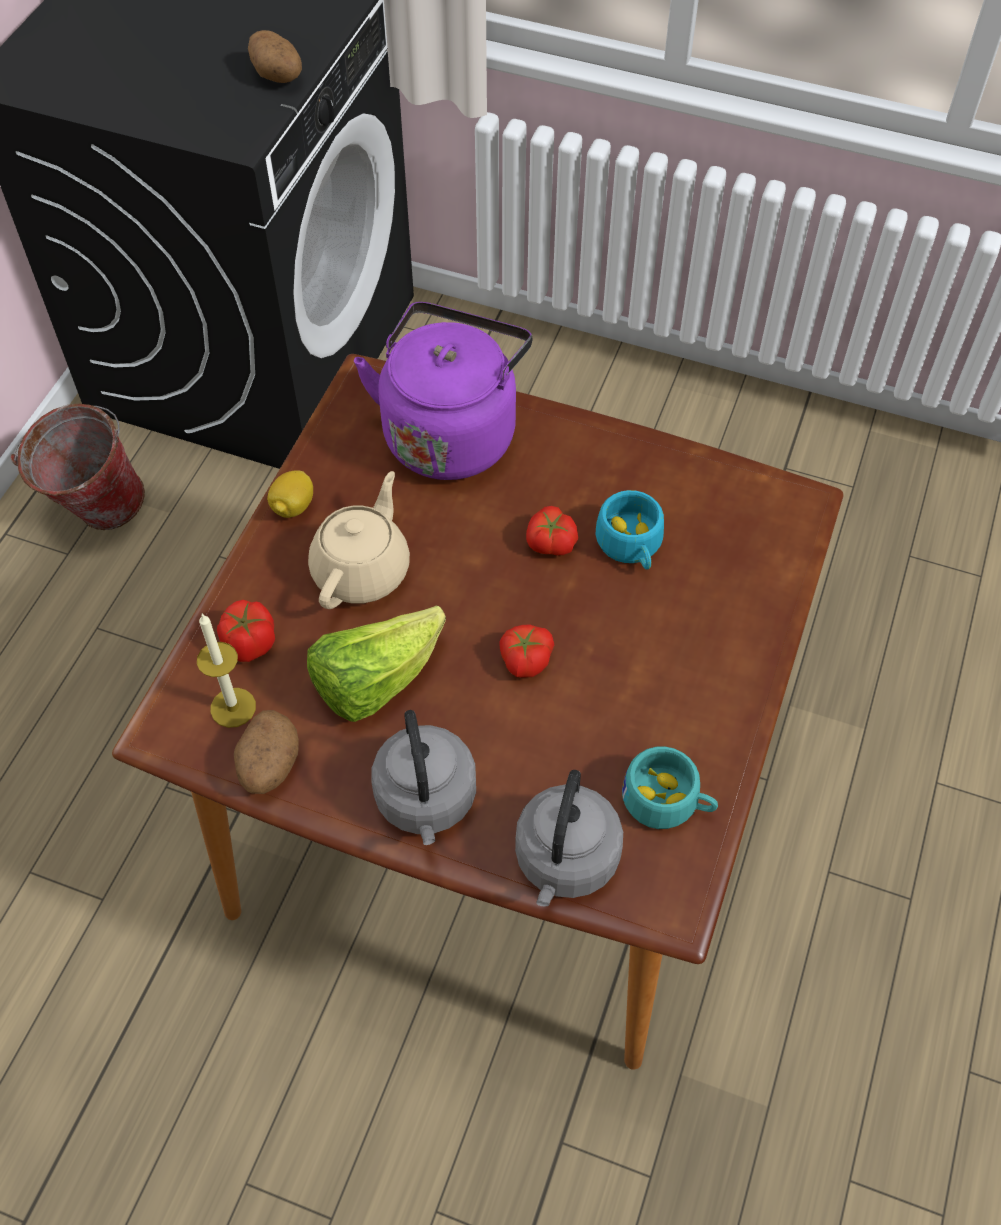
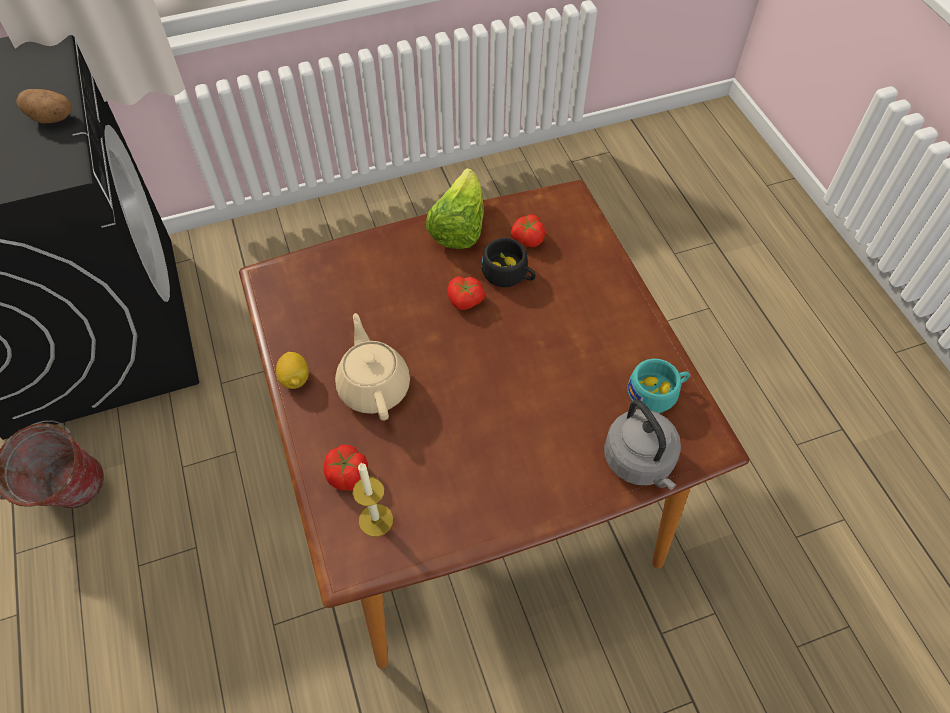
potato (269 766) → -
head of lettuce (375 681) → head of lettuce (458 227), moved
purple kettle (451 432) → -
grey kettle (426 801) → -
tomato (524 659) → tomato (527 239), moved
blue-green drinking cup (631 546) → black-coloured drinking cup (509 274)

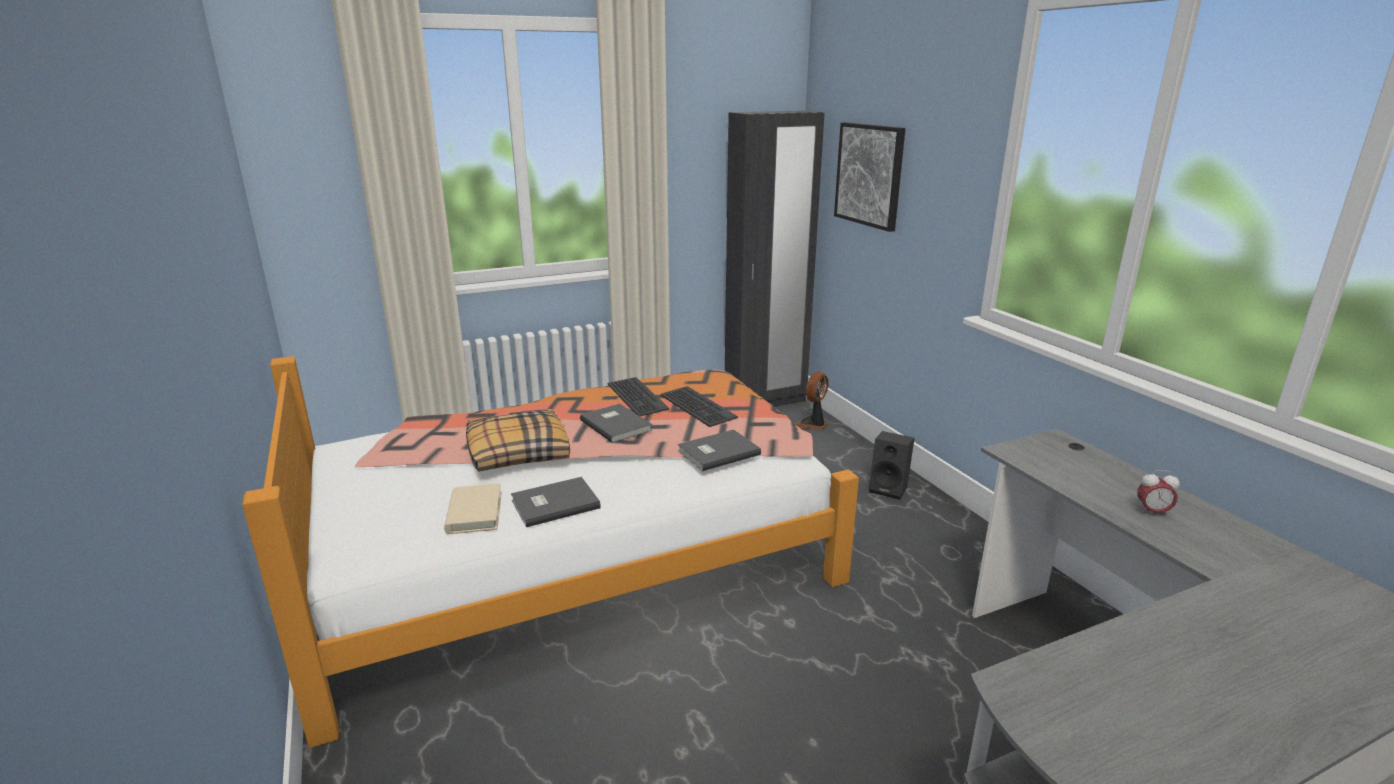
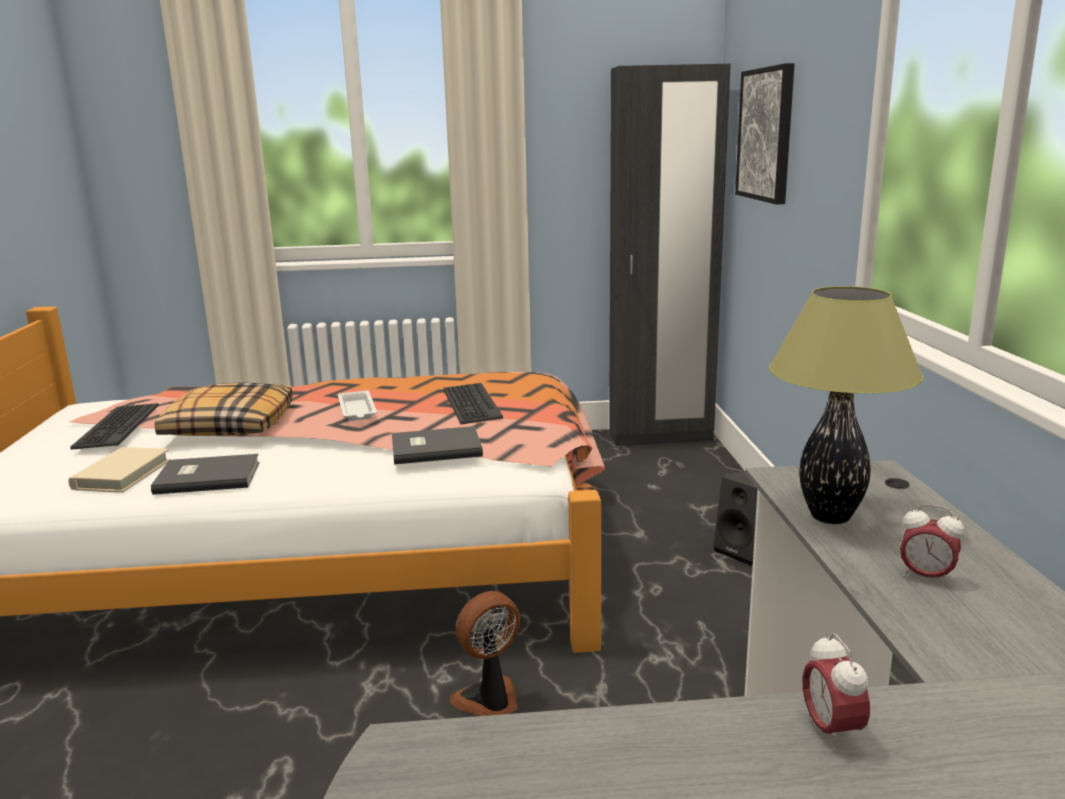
grey book (616 424) → whitish carrying tray (357 410)
keyboard (636 397) → keyboard (116 426), moved
electric fan (813 424) → electric fan (490 701), moved
- → lamp for a table (829 517)
- → alarm clock (831 730)

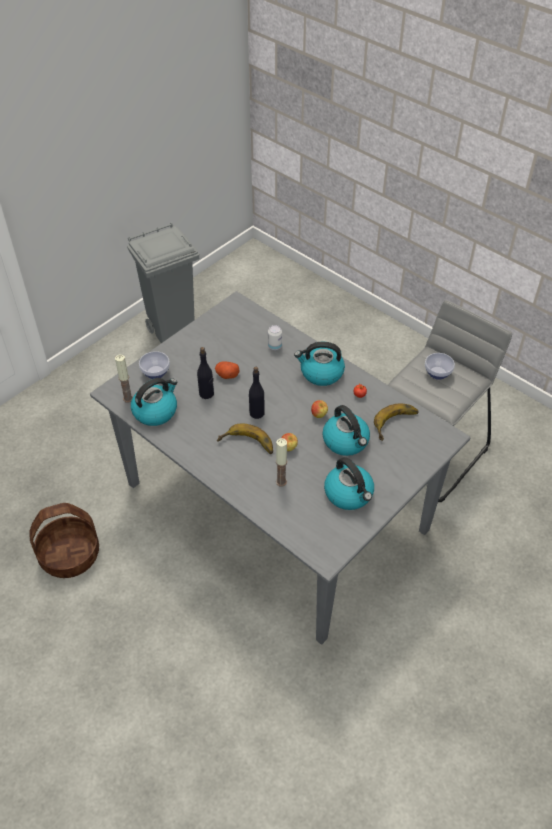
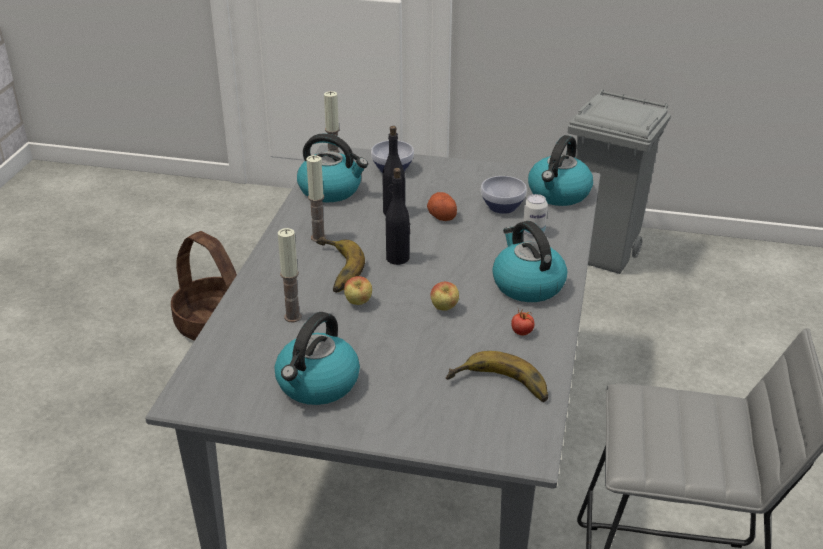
kettle (346 441) → kettle (559 194), moved
serving bowl (436 373) → serving bowl (502 206), moved
- → candle (318 237)

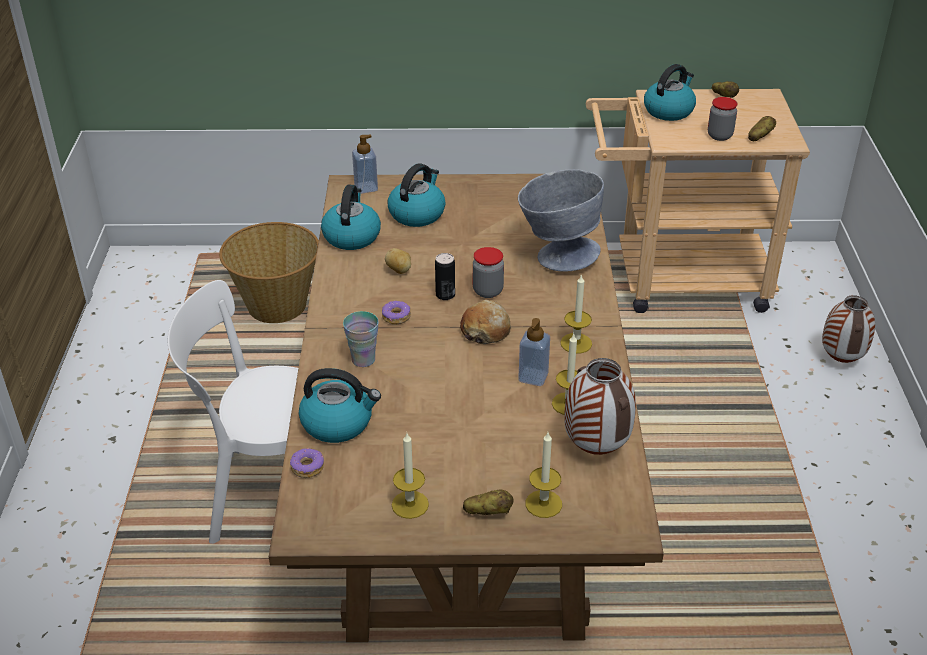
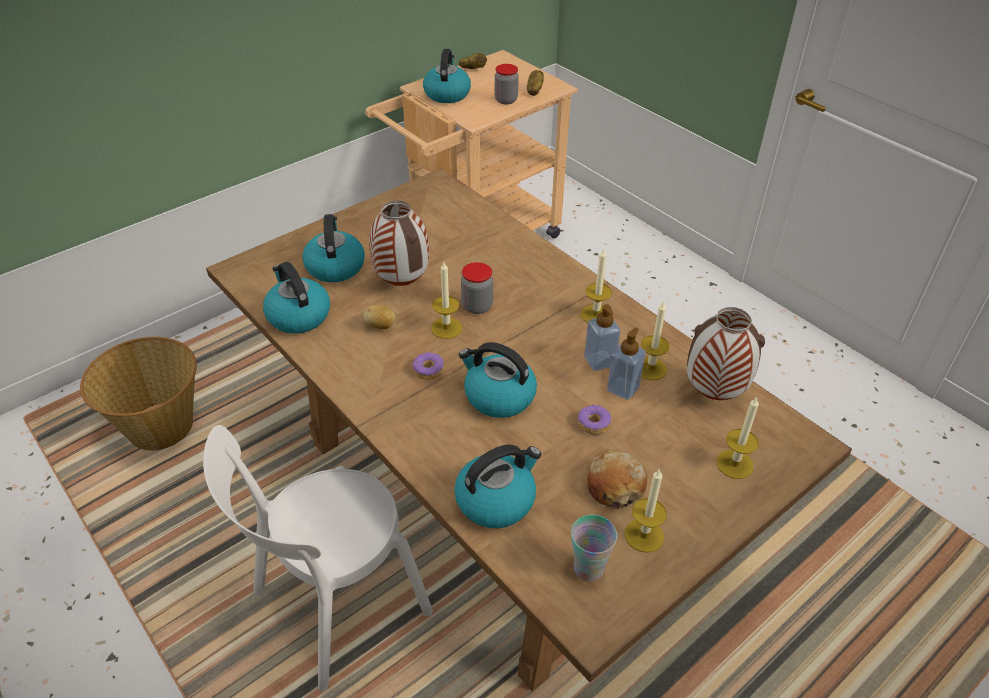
doughnut (307 467) → doughnut (593 424), moved
drinking cup (363 360) → drinking cup (588 568), moved
soap dispenser (366 188) → soap dispenser (623 388), moved
can (445 295) → candle (446 328)
baked bread (486 330) → baked bread (614 485), moved
potato (488 512) → -
grey serving bowl (557 255) → -
flower vase (840 359) → flower vase (401 283), moved
- → kettle (498 396)

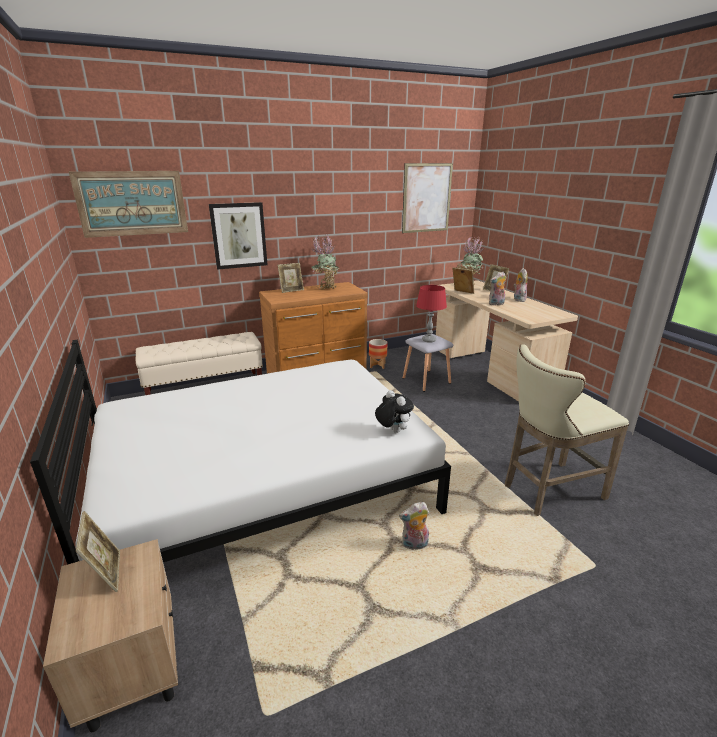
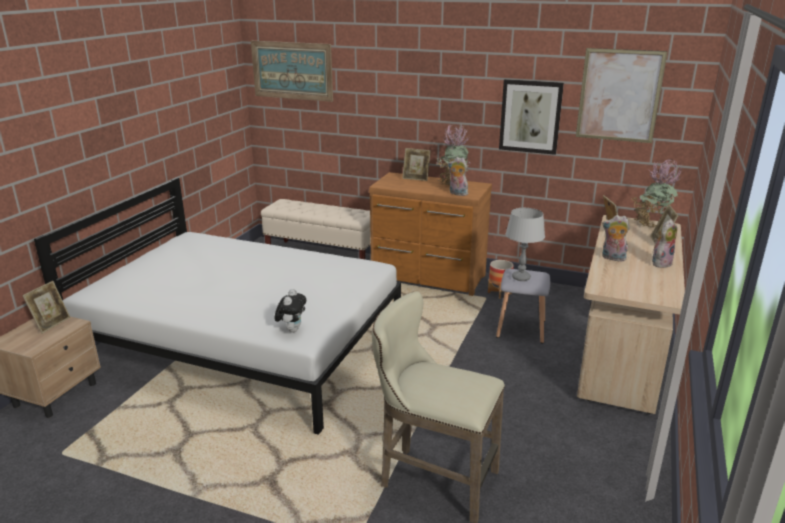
wall art (239 235) → wall art (530 116), moved
cuddly toy (414 545) → cuddly toy (457 193), moved
red-coloured lamp for a table (429 340) → grey lamp for a table (521 278)

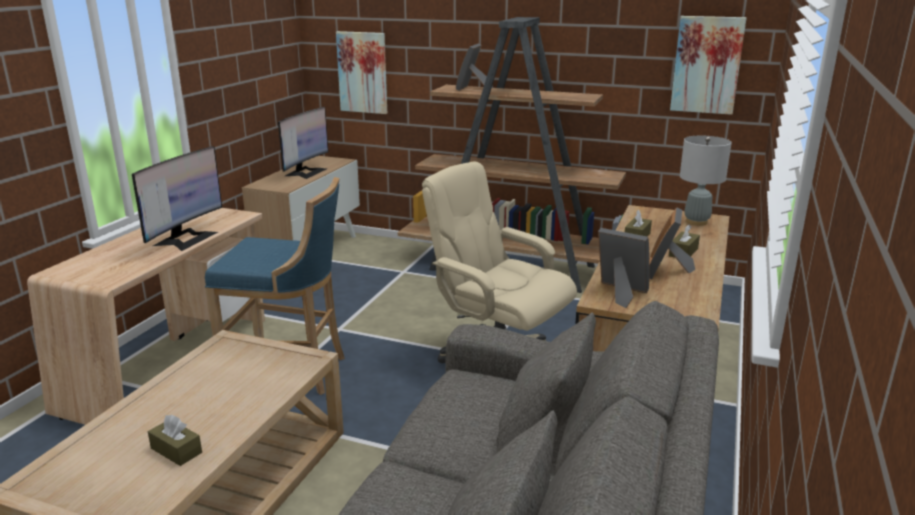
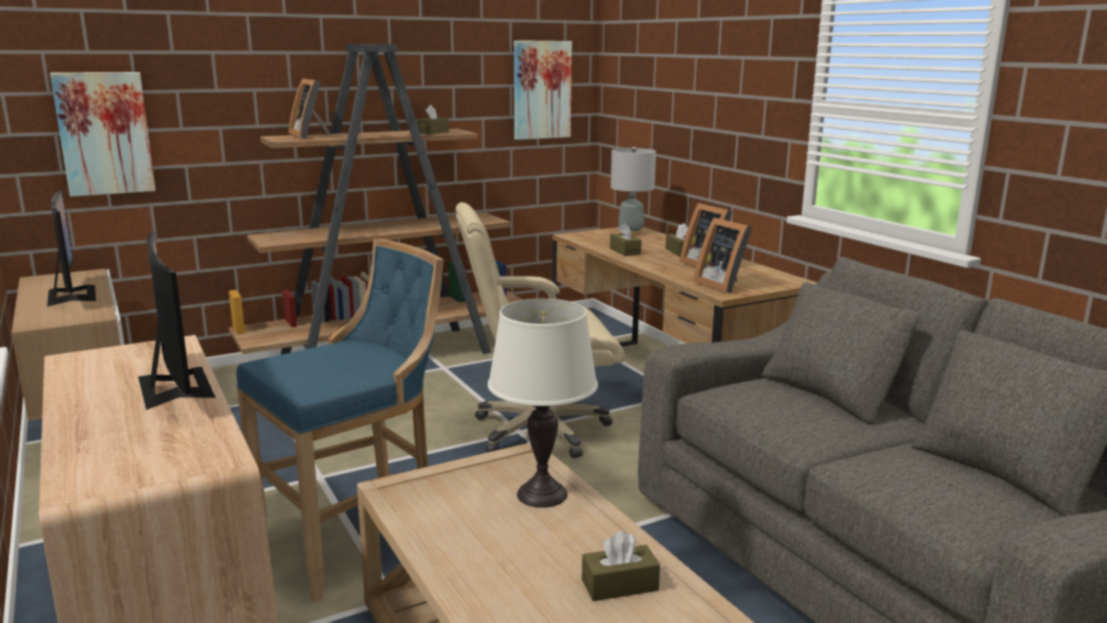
standing frame (620 293) → standing frame (722 285), 105 degrees counterclockwise
- → brown-coloured tissue holder (432 132)
- → whitish lamp for a table (542 494)

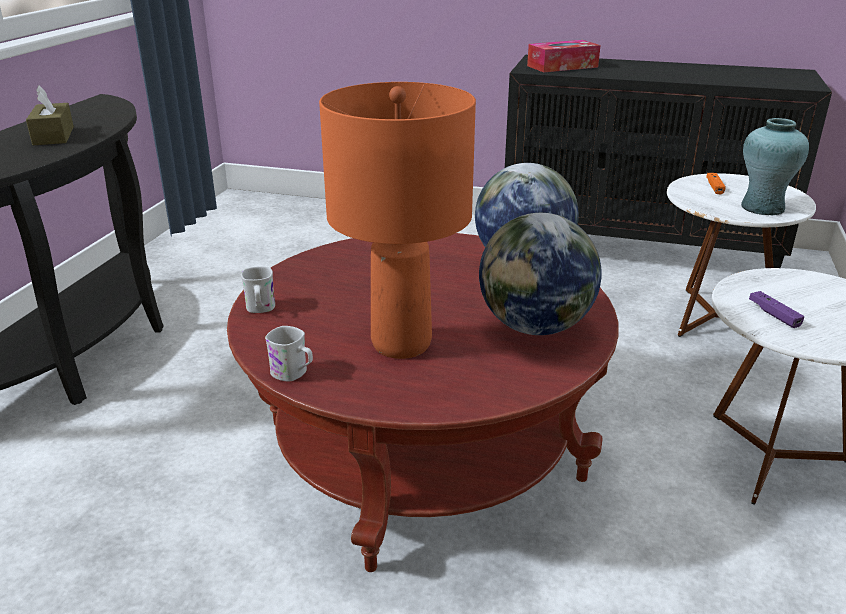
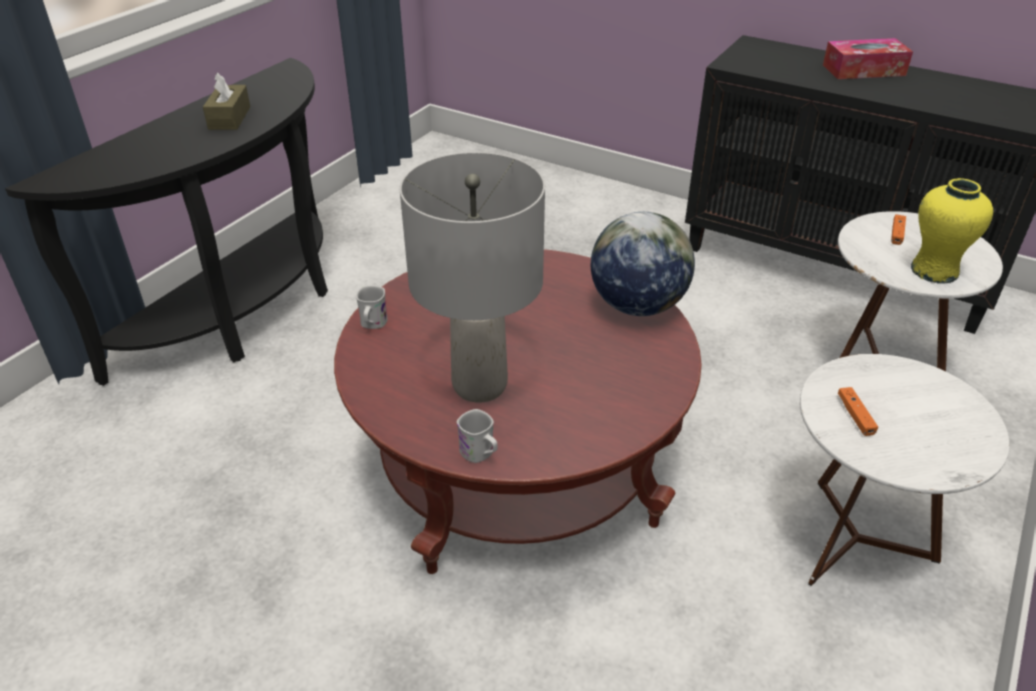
whitish tea mug (293 374) → whitish tea mug (480 454), moved
orange-coloured lamp for a table (401 344) → grey lamp for a table (479 386)
globe (535 327) → -
tissue holder (562 66) → tissue holder (863 70), moved
blue-green flower vase (762 207) → yellow flower vase (933 270)
purple game controller (774 315) → orange-coloured game controller (855 416)

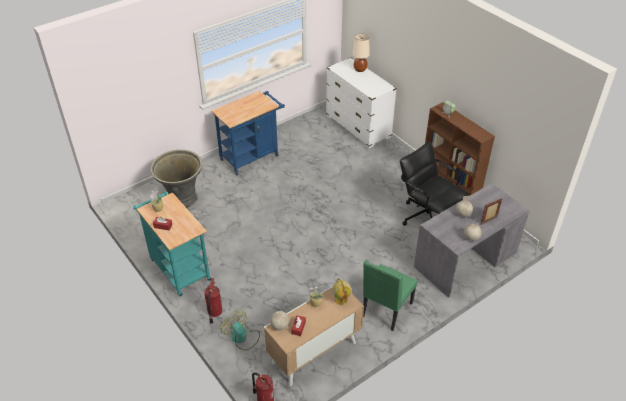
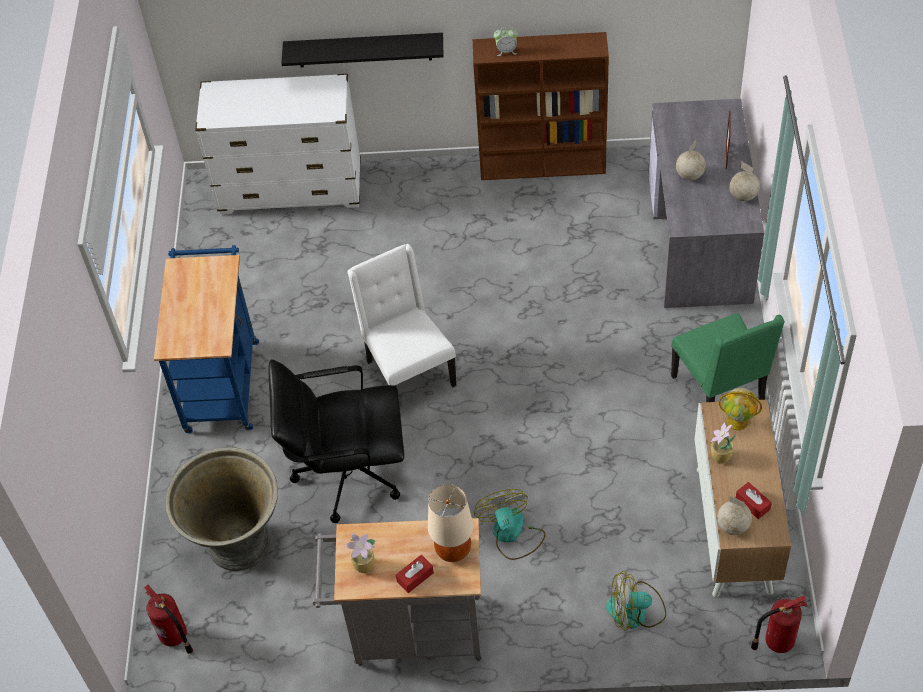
blue-green cart (178 267) → grey cart (409 632)
fire-fighting cylinder (214 313) → fire-fighting cylinder (174 637), moved
sand-coloured lamp for a table (360 69) → sand-coloured lamp for a table (453 550), moved
black-coloured office chair (427 216) → black-coloured office chair (347 473), moved
- → black-coloured shelf (364 50)
- → whitish chair (408 373)
- → electric fan (511 534)

